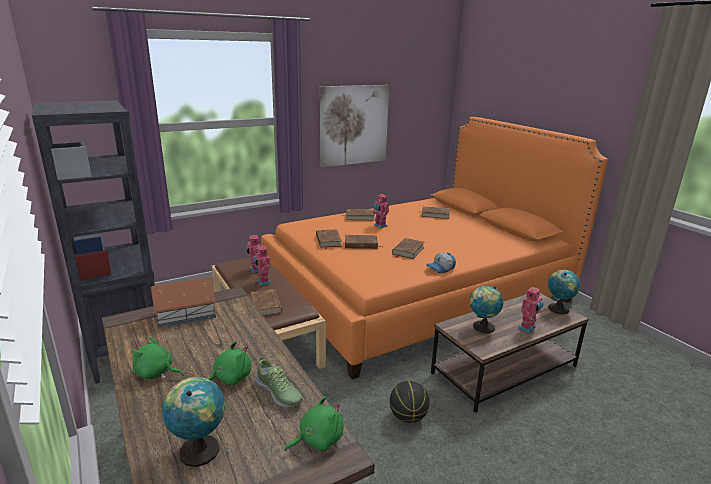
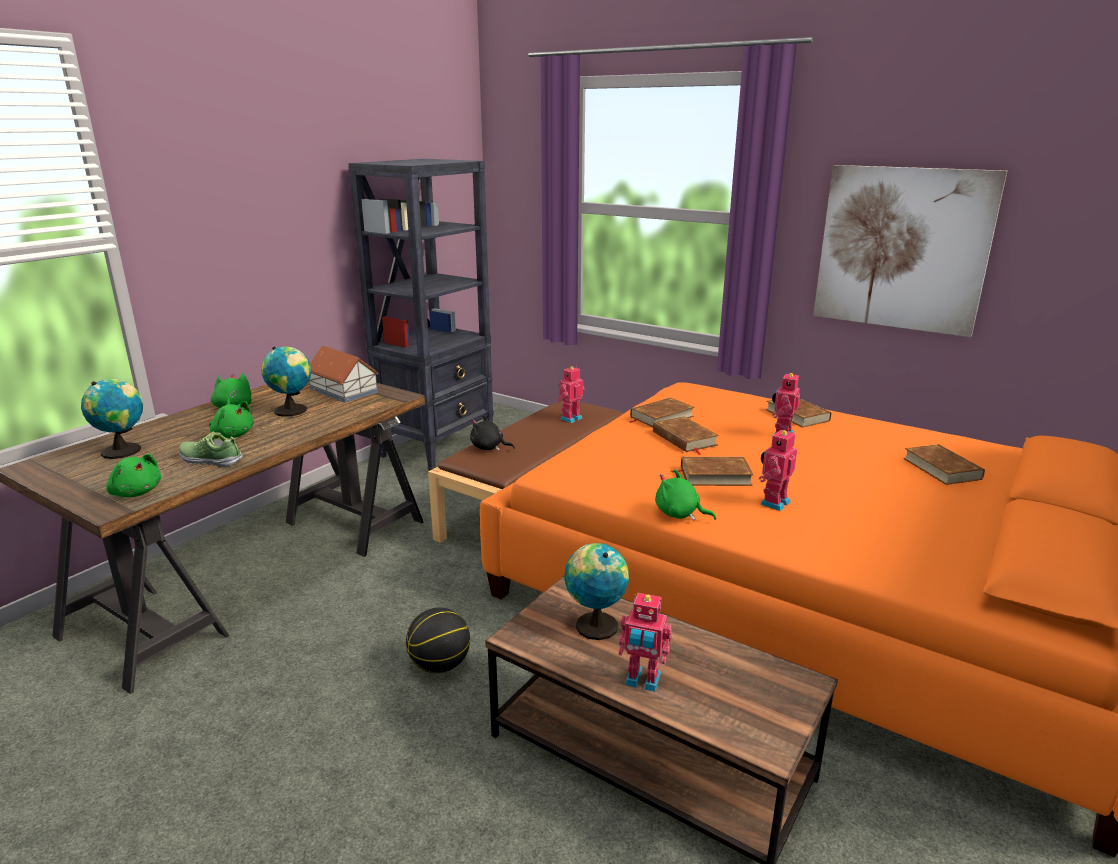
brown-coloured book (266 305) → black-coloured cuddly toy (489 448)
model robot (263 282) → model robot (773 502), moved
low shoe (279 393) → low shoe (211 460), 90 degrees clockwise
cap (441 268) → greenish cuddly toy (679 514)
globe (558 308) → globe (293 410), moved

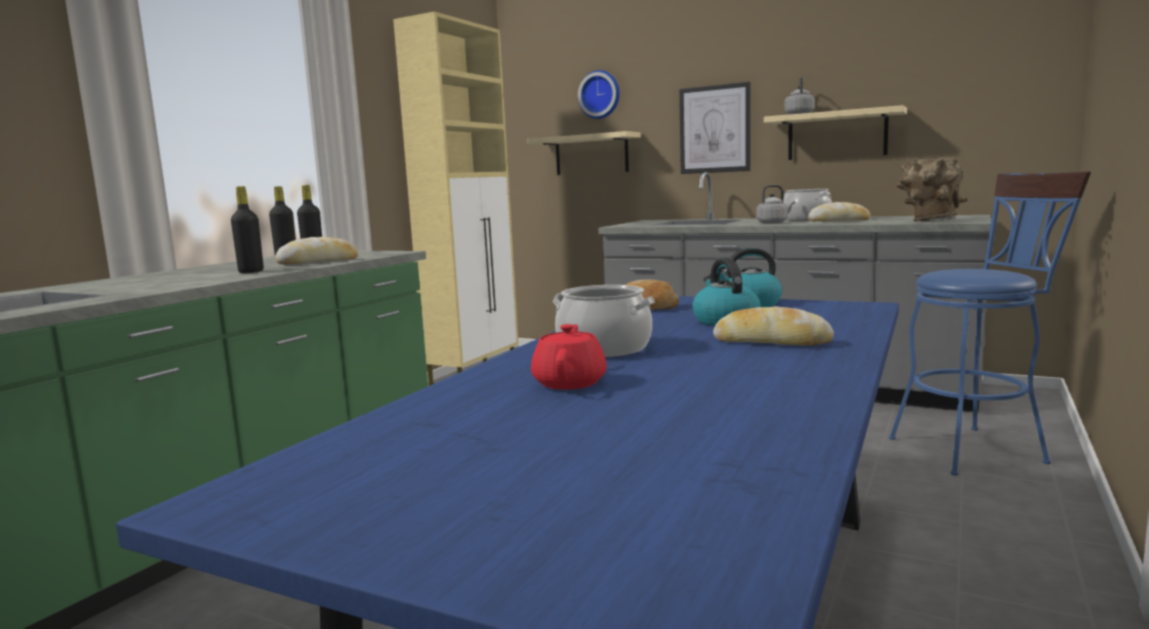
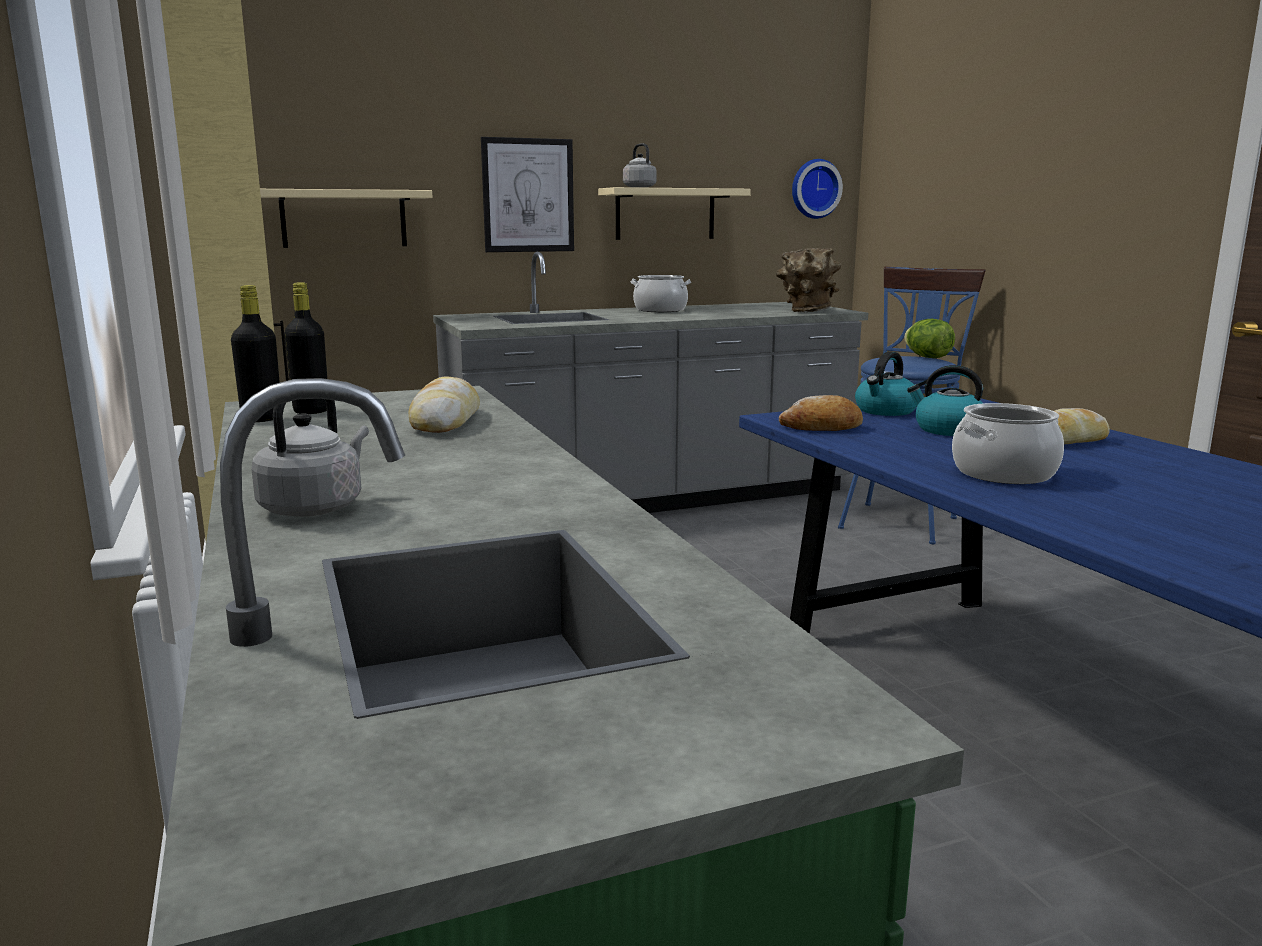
black-coloured drink bottle (251 272) → -
red-coloured teapot (570 382) → -
clock on the wall (600 95) → clock on the wall (814 189), moved
grey kettle (773 222) → grey kettle (315 507), moved
baked bread (839 221) → -
- → head of lettuce (927 357)

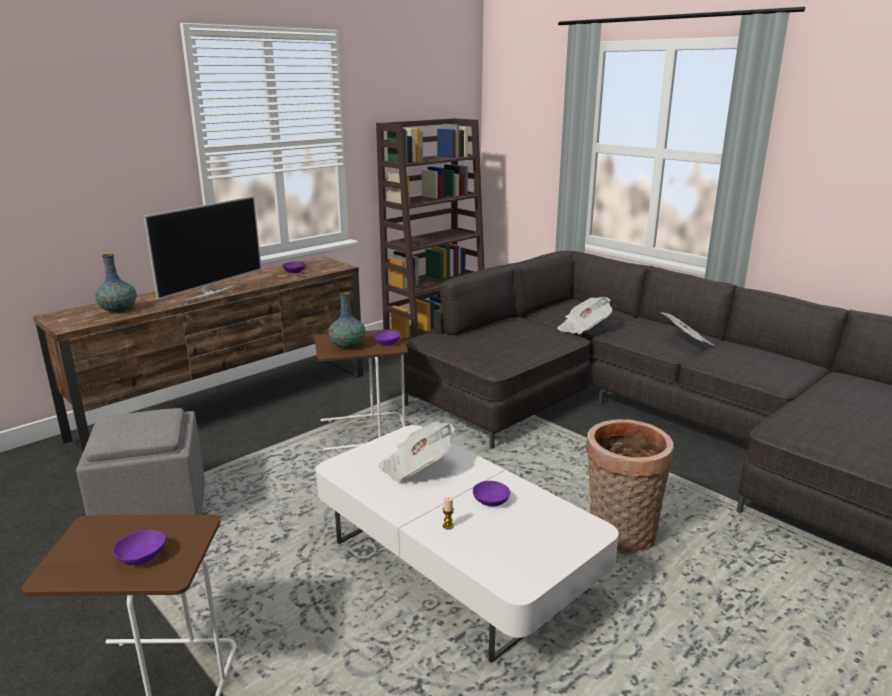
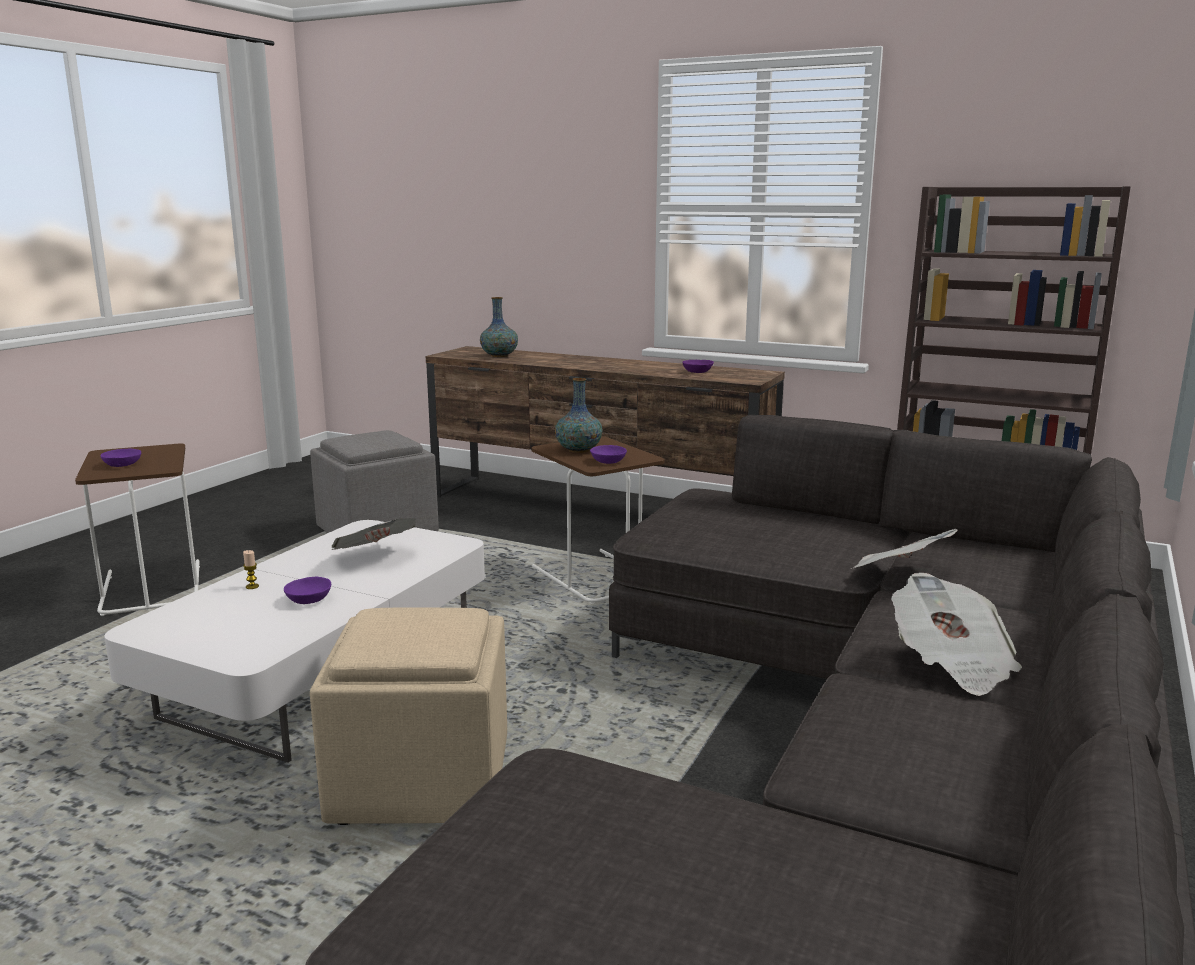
TV (210 293) → -
household basket (619 536) → sand-coloured footrest (419 781)

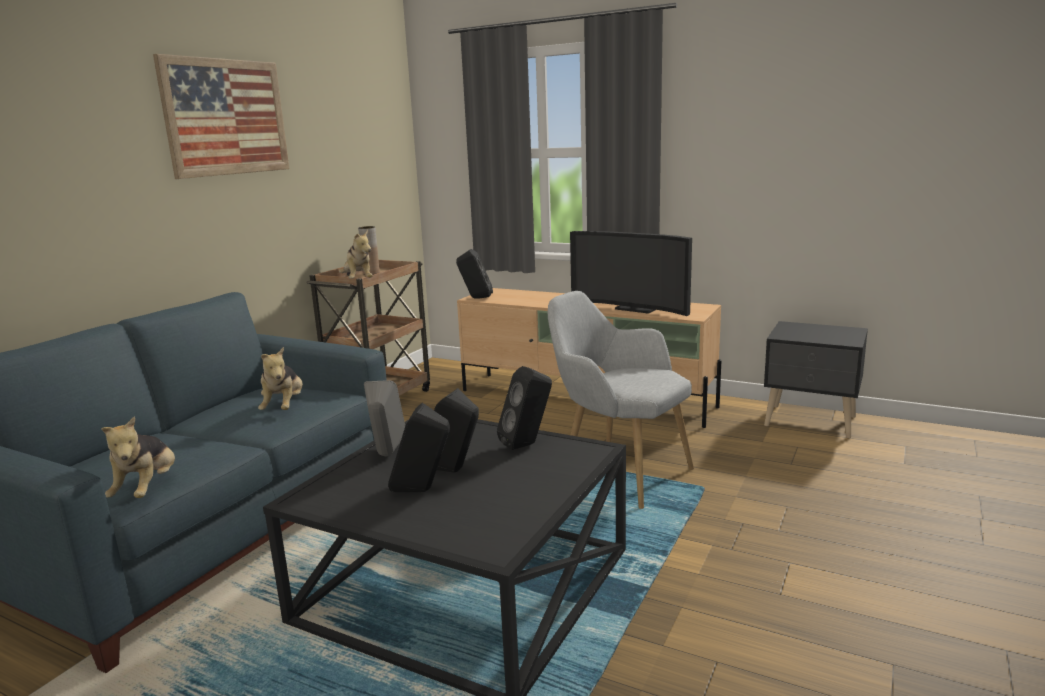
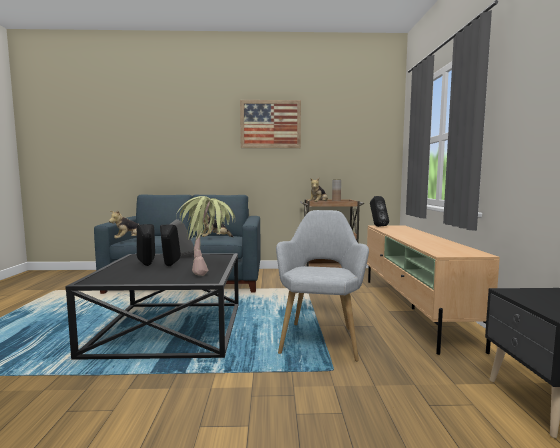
black-coloured speaker (527 445) → houseplant (208 270)
TV (635 308) → -

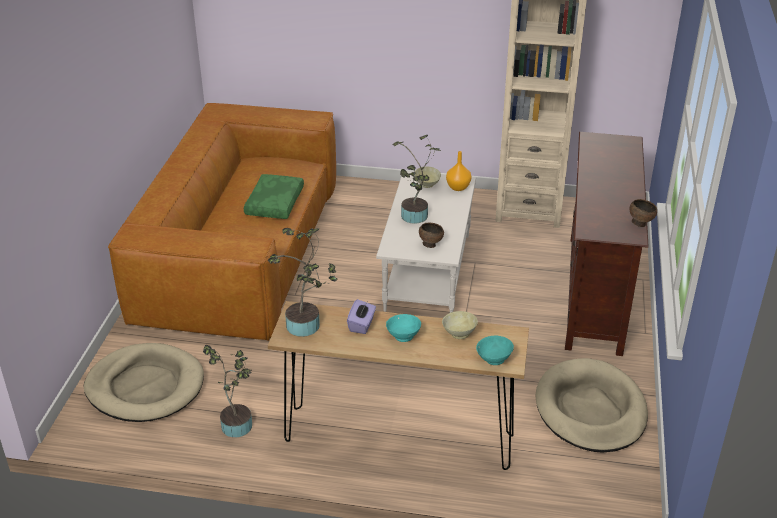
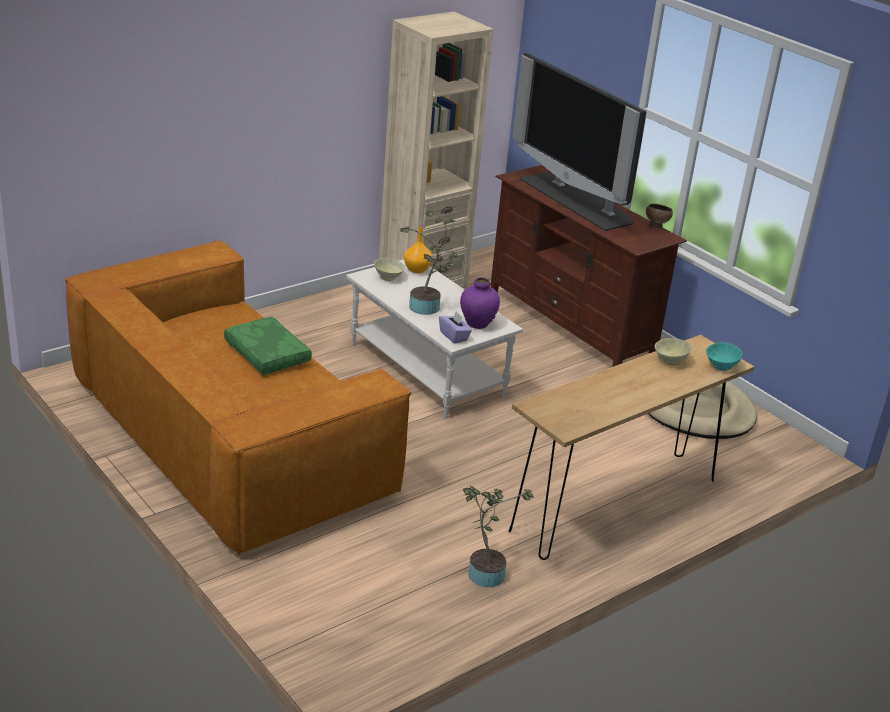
sand-coloured dog bed (145 386) → -
houseplant (307 326) → -
purple tissue holder (362 325) → purple tissue holder (454 336), moved
blue-green serving bowl (403 336) → -
brown-coloured serving bowl (430 244) → purple flower vase (477 324)
- → TV (577 200)

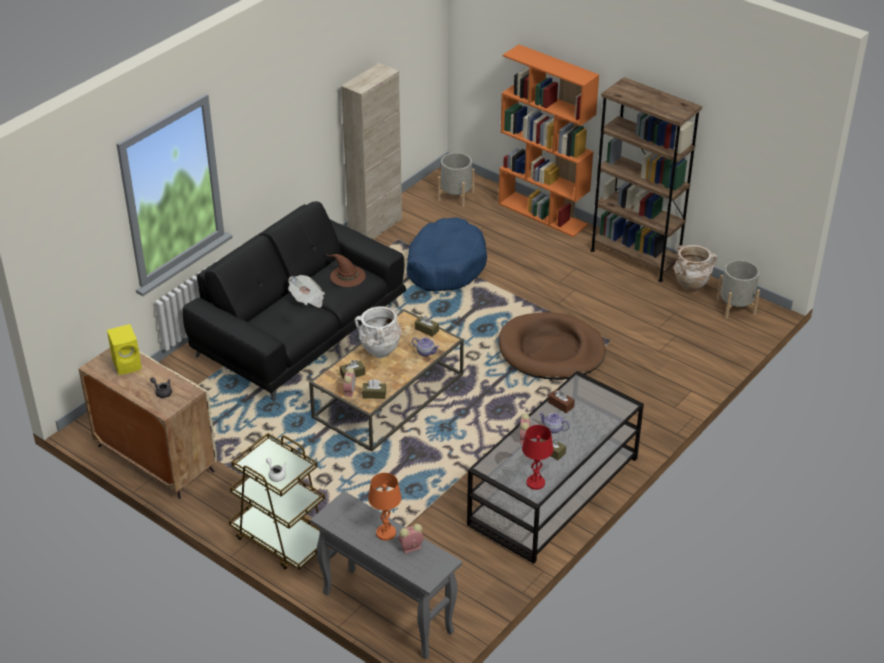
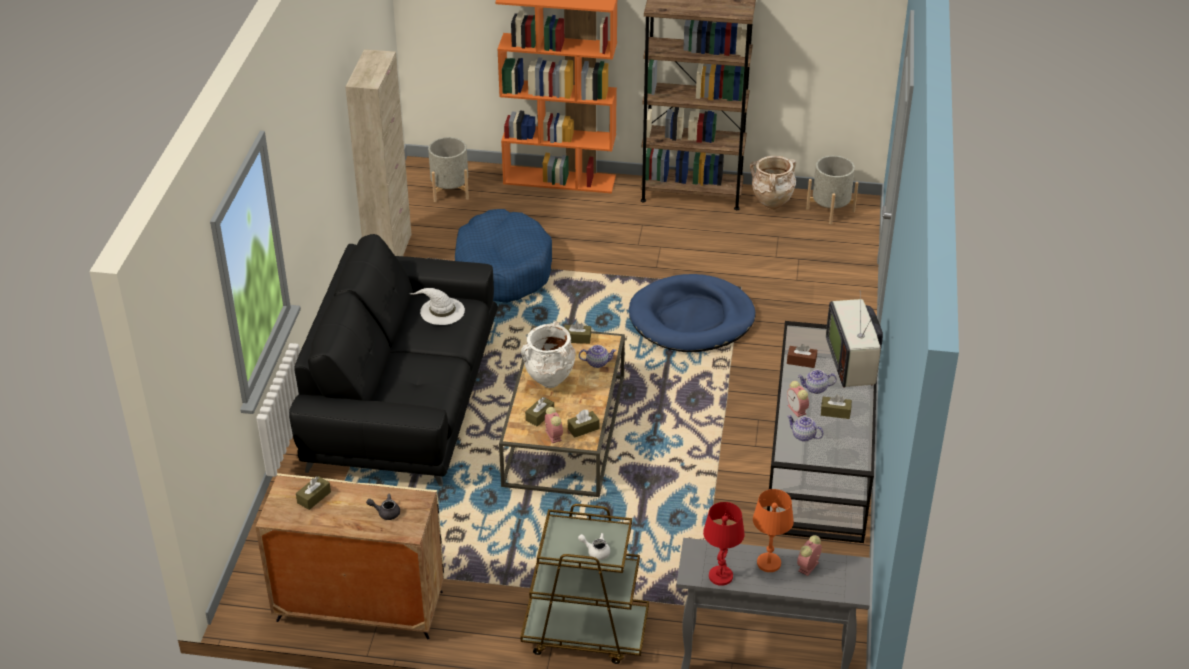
yellow speaker (128 364) → brown-coloured tissue holder (314 497)
daily paper (307 299) → -
brown-coloured wearable hat (347 276) → whitish wearable hat (441 311)
brown-coloured dog bed (551 351) → bluish dog bed (691 318)
red-coloured lamp for a table (535 483) → red-coloured lamp for a table (720 576), moved
- → teapot (803 436)
- → TV (853 362)

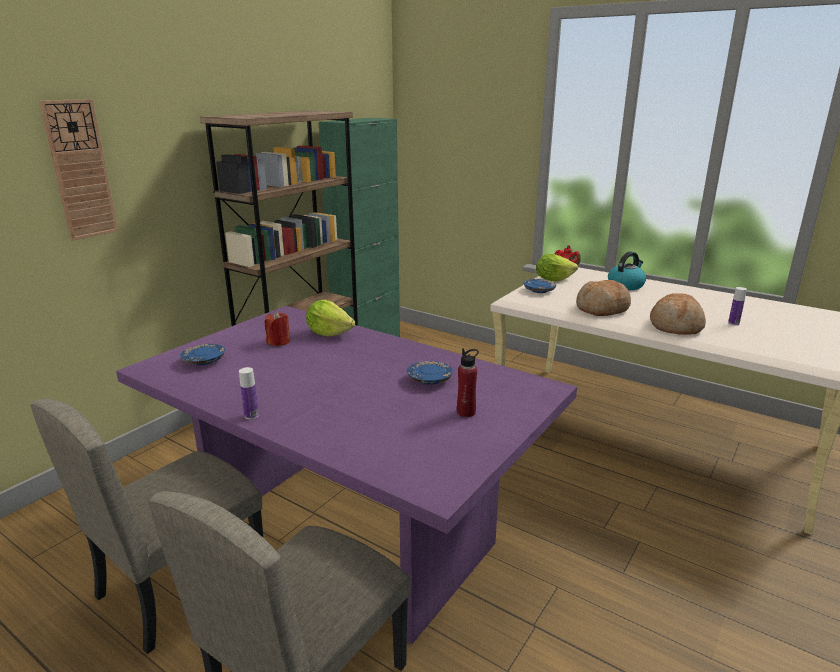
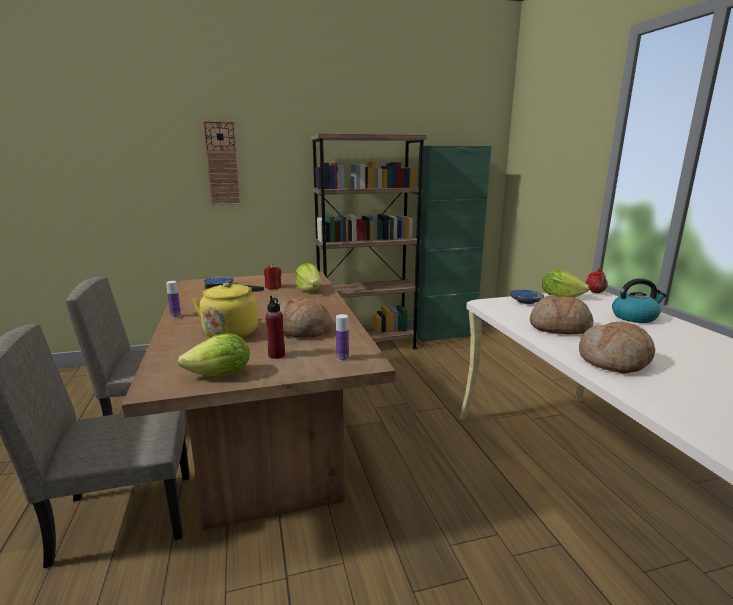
purple dinner table (347 533) → brown-coloured dinner table (267 442)
bluish plate (429 380) → baked bread (302 330)
drink bottle (733 323) → drink bottle (342 358), moved
- → head of lettuce (221 374)
- → yellow kettle (232 331)

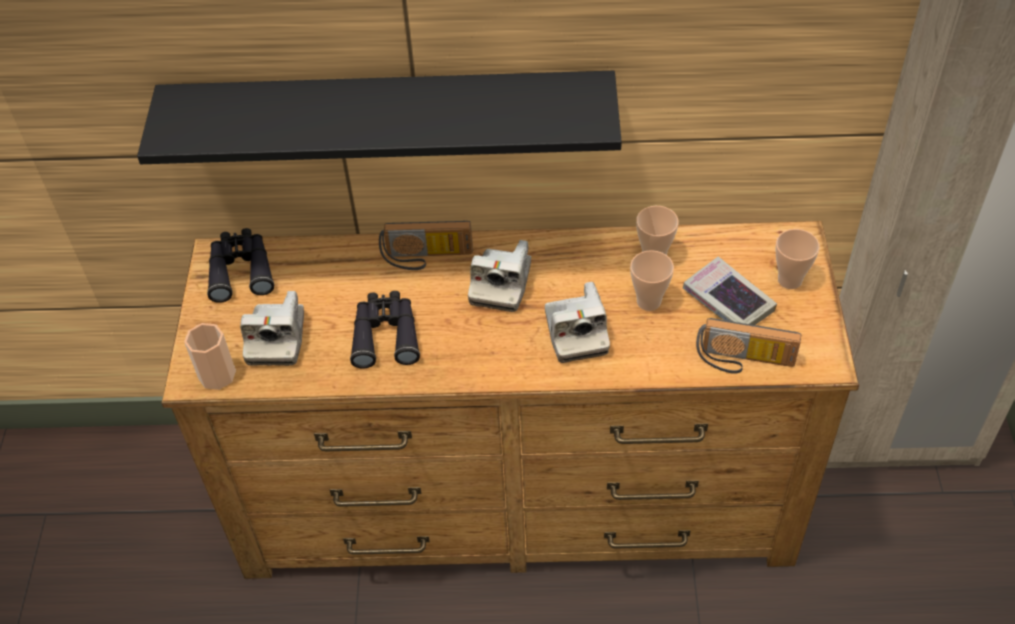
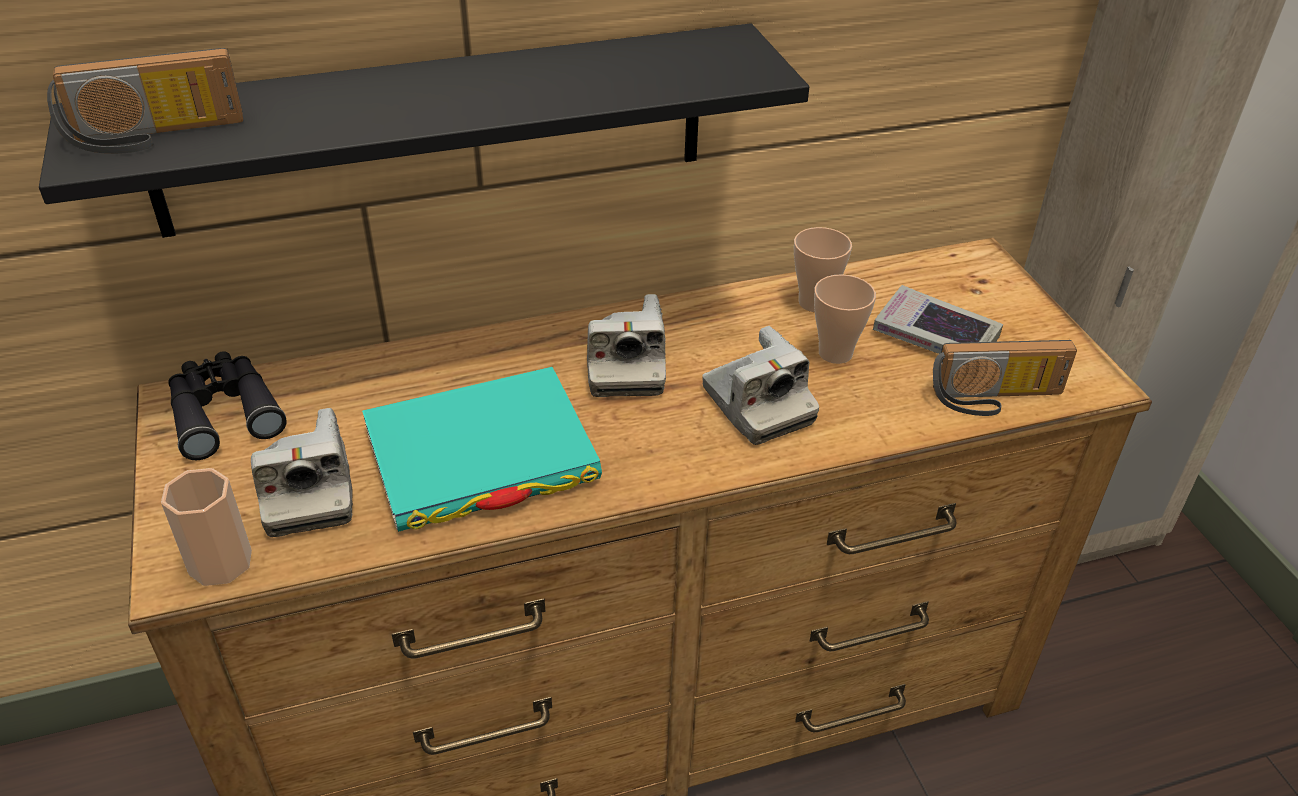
black-coloured binoculars (385 334) → blue-green book (481 456)
radio set (426 258) → radio set (154 136), moved
drinking cup (789 280) → -

